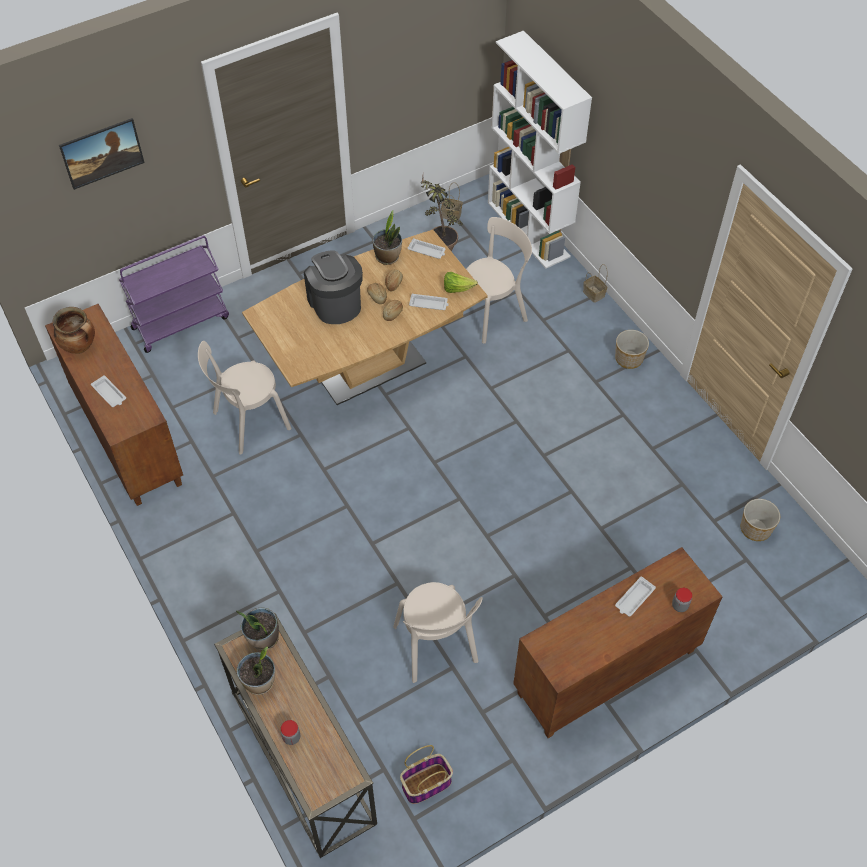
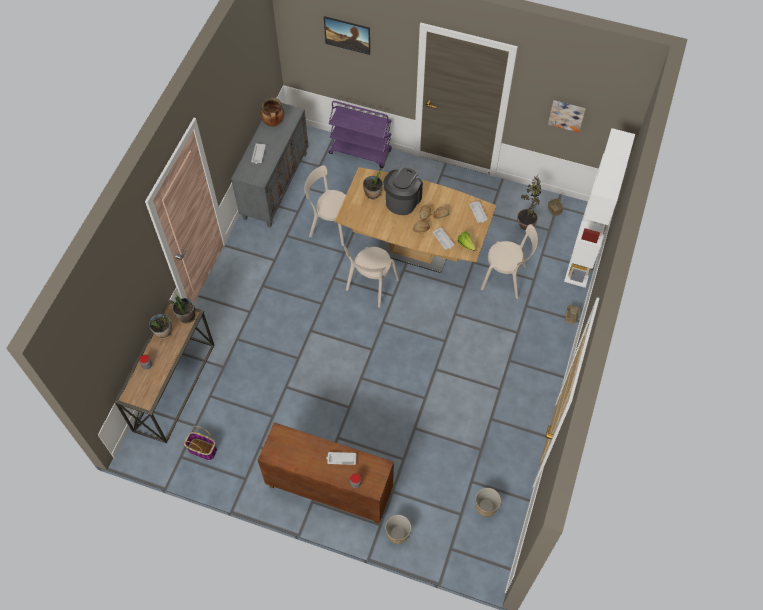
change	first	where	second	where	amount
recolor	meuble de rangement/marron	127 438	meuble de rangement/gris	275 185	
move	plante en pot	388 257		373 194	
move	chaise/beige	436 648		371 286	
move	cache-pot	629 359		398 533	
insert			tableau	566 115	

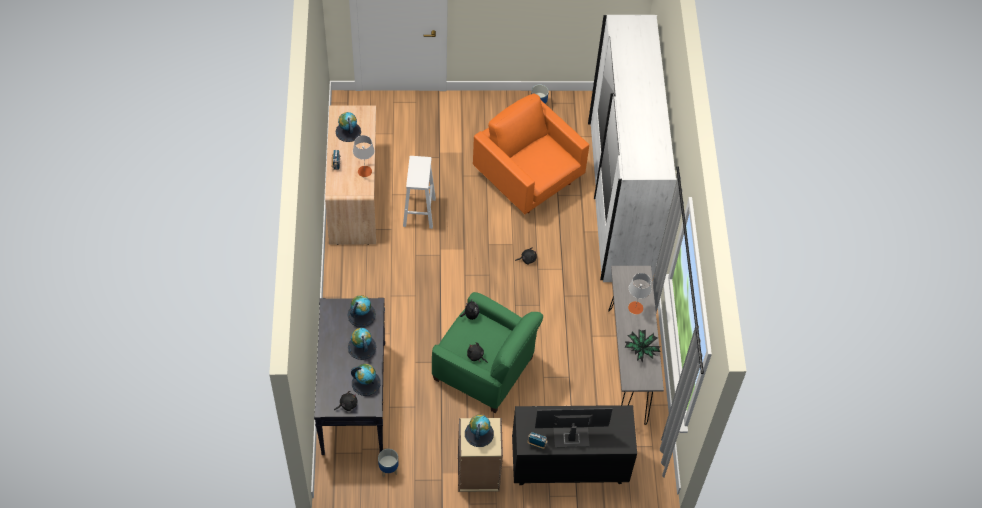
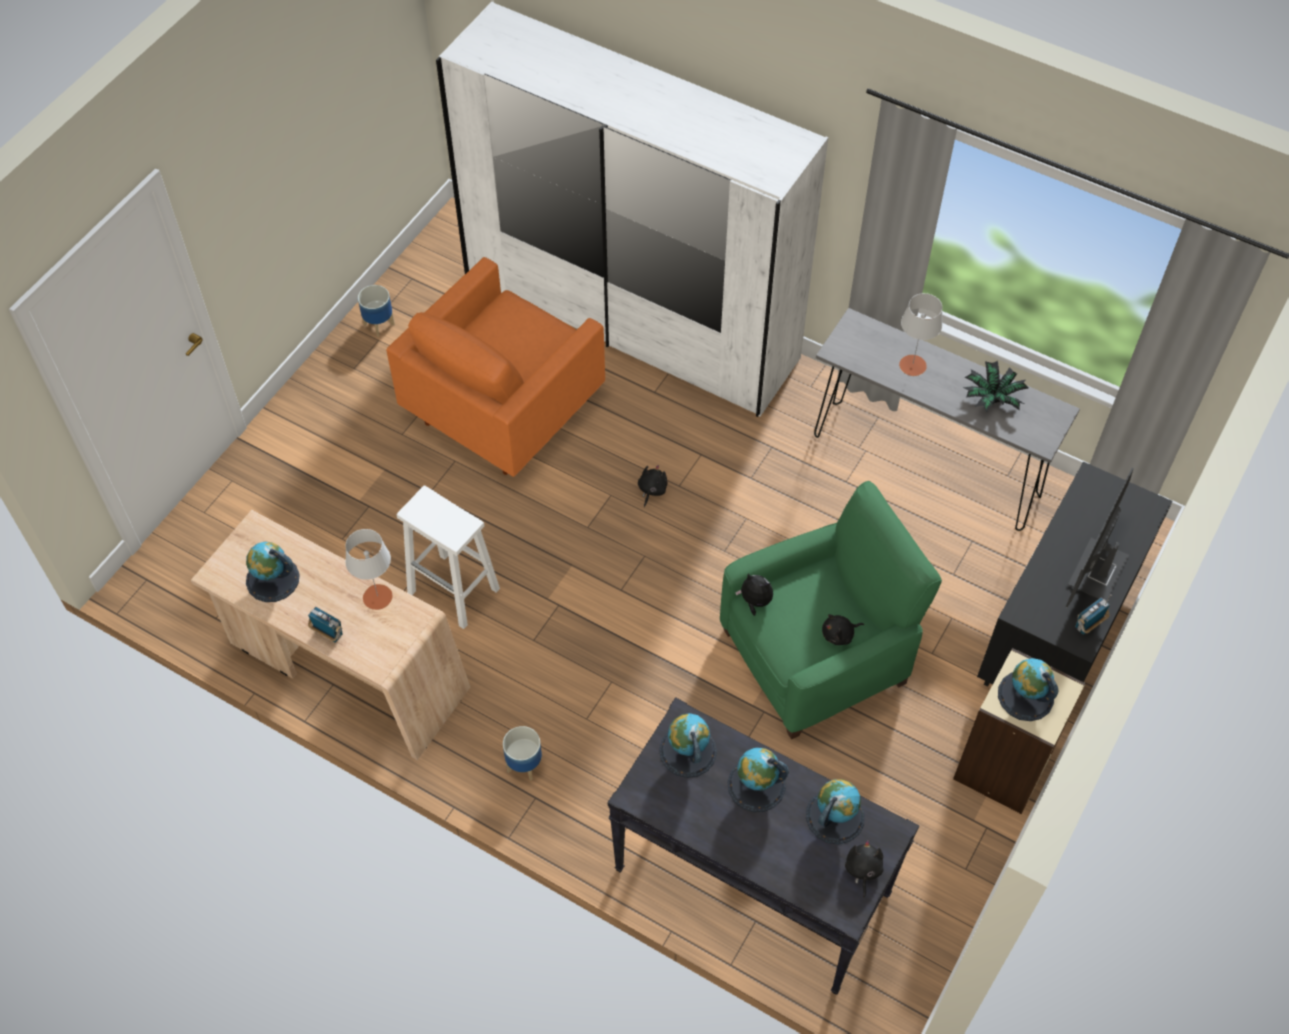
change	first	where	second	where	amount
move	cache-pot	388 469		524 764	
rotate	fauteuil/orange	529 178		504 408	45 degrees counterclockwise

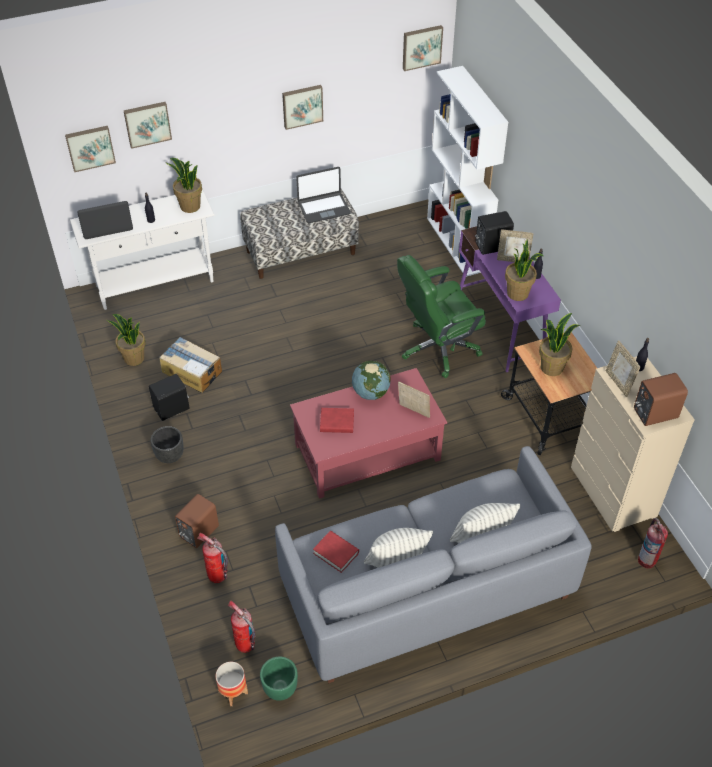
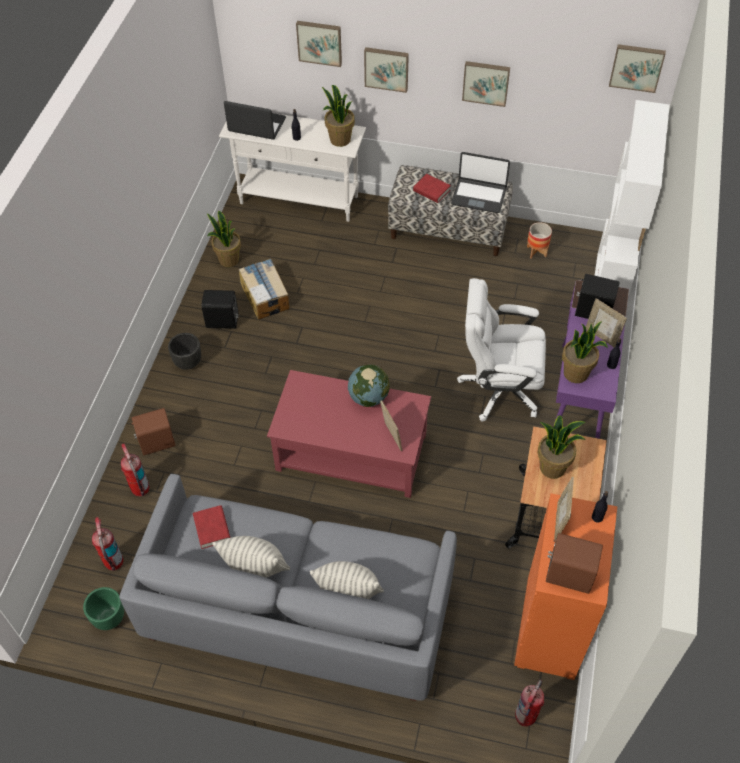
change	first	where	second	where	amount
move	tableau	90 147		386 68	
move	cache-pot	233 692		536 251	
move	livre/rouge	337 423		431 191	
recolor	chaise de bureau/vert	438 348	chaise de bureau/blanc	499 388	
recolor	commode/beige	613 493	commode/orange	550 628	

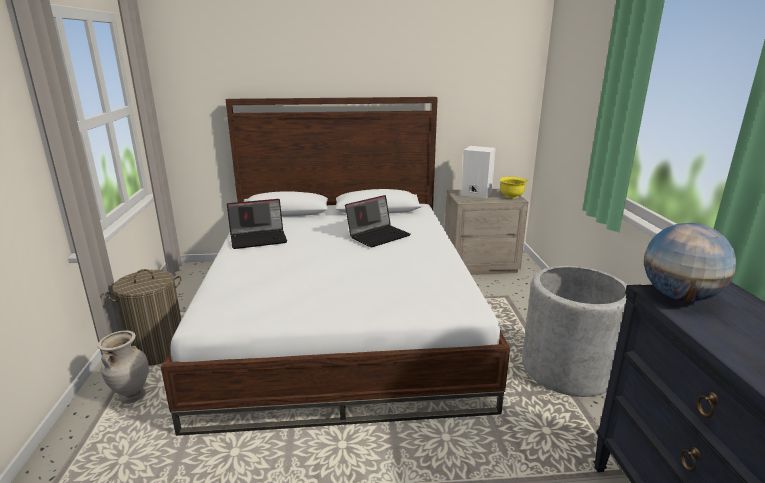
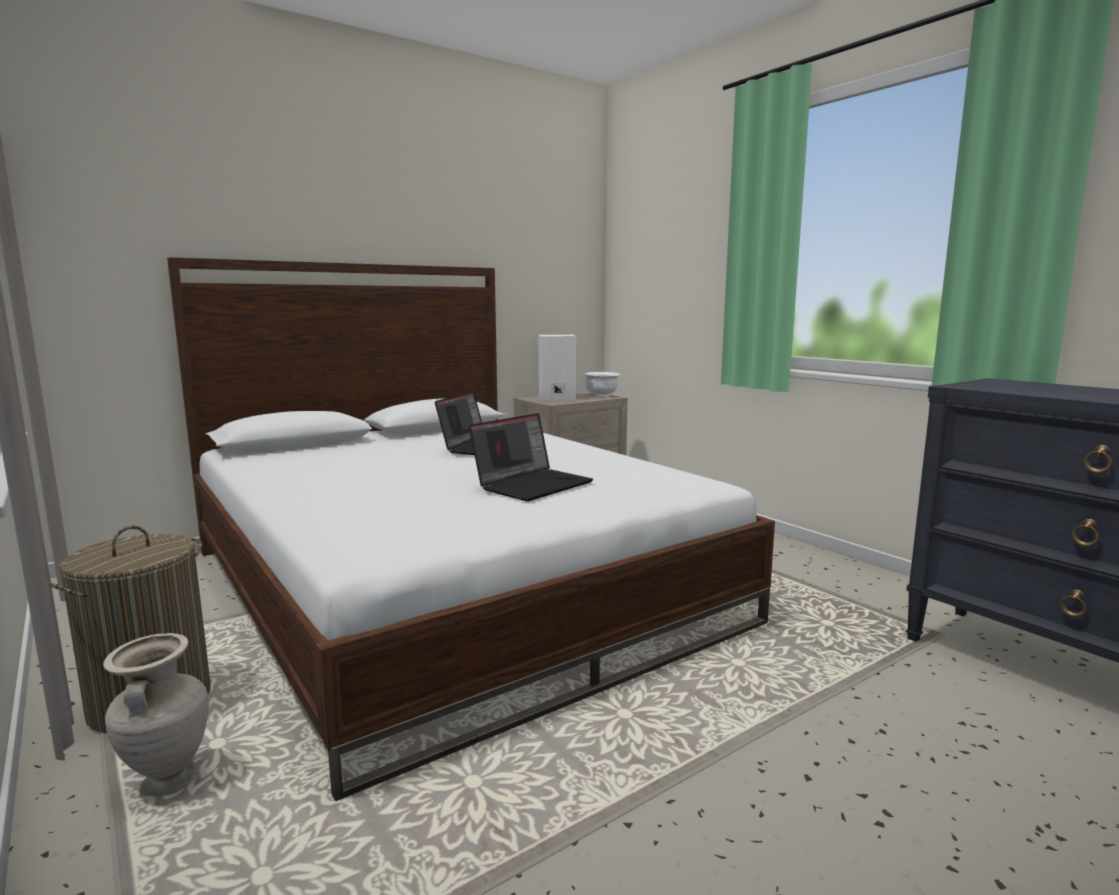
change	first	where	second	where	amount
move	ordinateur portable	259 238		533 484	
recolor	bol/jaune	511 196	bol/blanc	601 396	
delete	cache-pot/gris	567 369			
delete	globe	679 296			

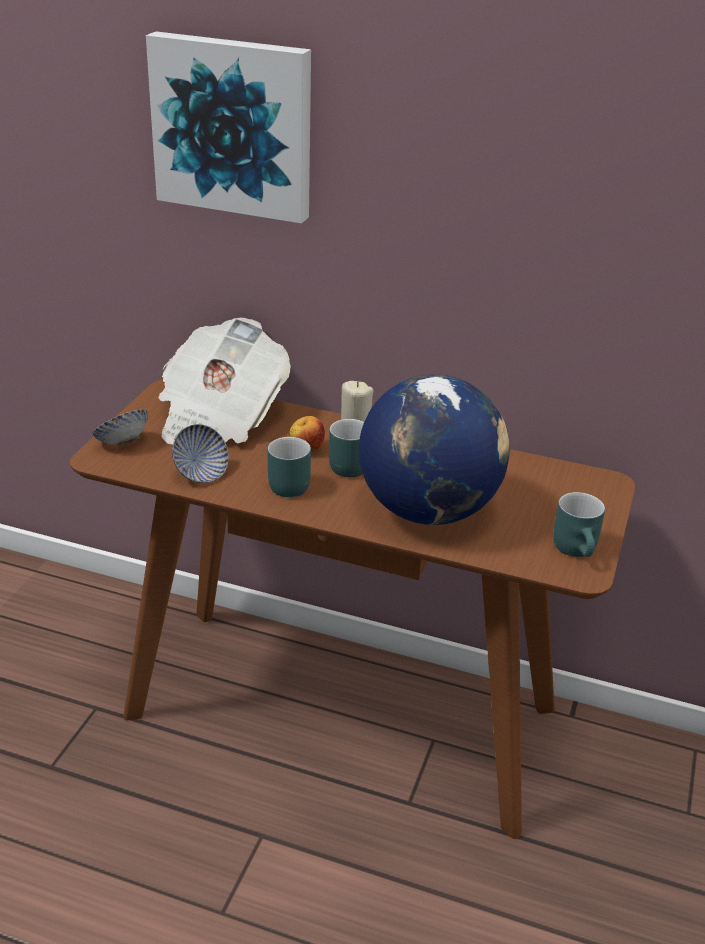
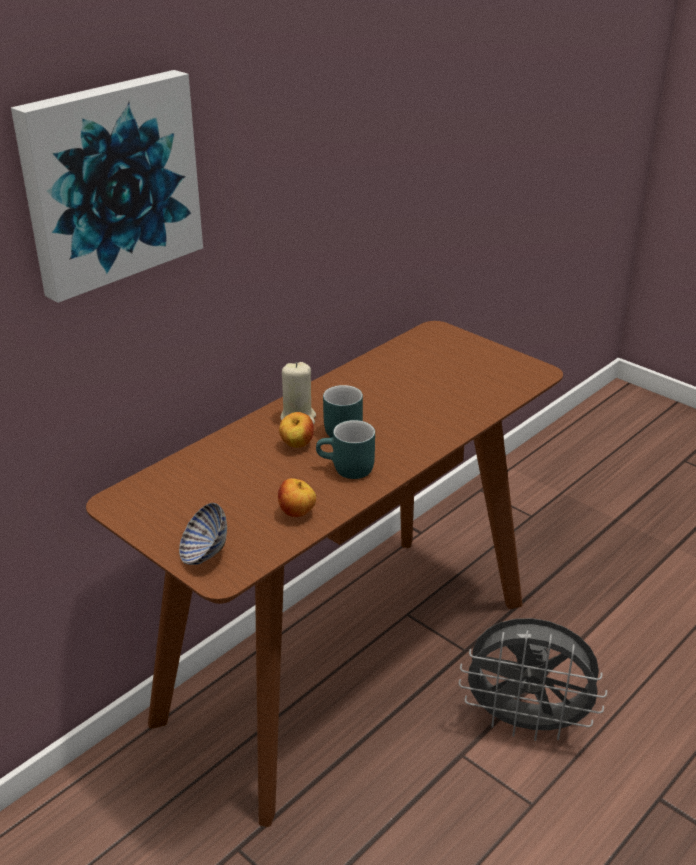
change	first	where	second	where	amount
delete	journal	219 416			
replace	bol	201 473	pomme	297 513	
delete	globe	428 510			
delete	mug/turquoise	579 550			
insert			ventilateur/gris	526 723	

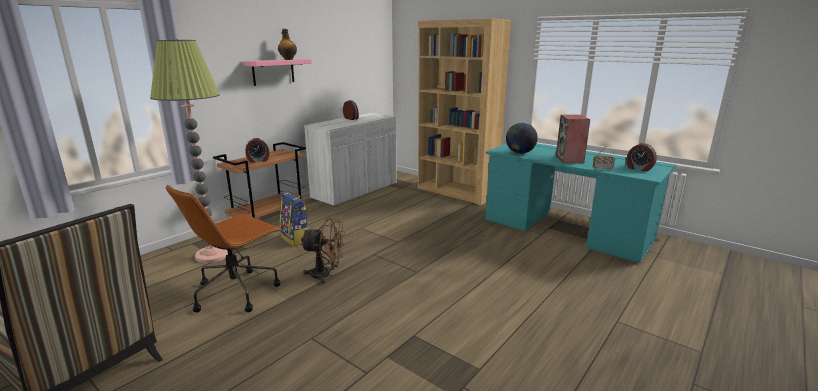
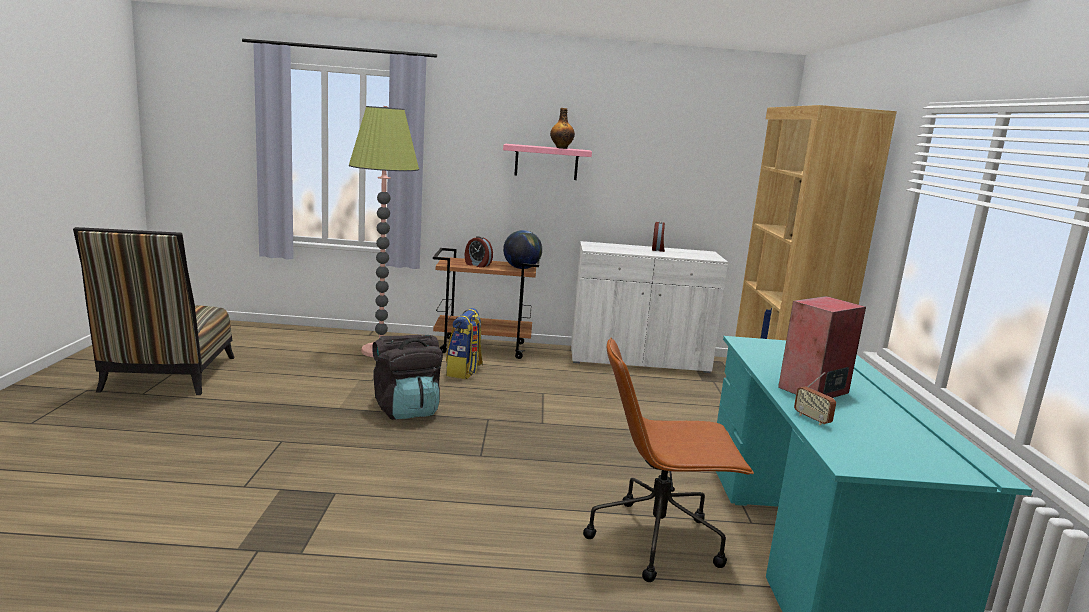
change	first	where	second	where	amount
move	chaise de bureau/marron	237 291		658 540	
replace	ventilateur/marron	326 275	sac à dos/noir	406 410	
move	globe	520 153		521 268	
delete	réveil	639 168			

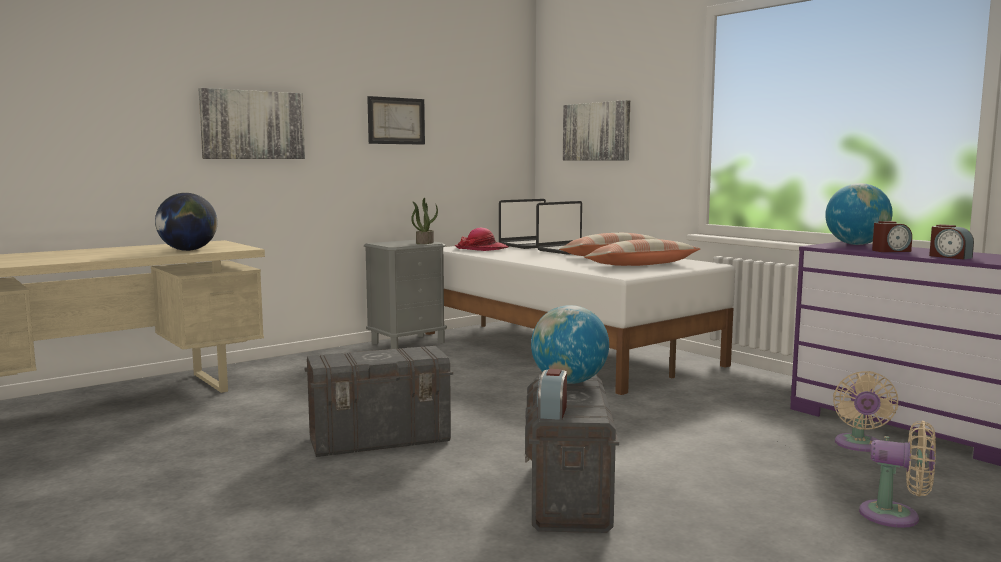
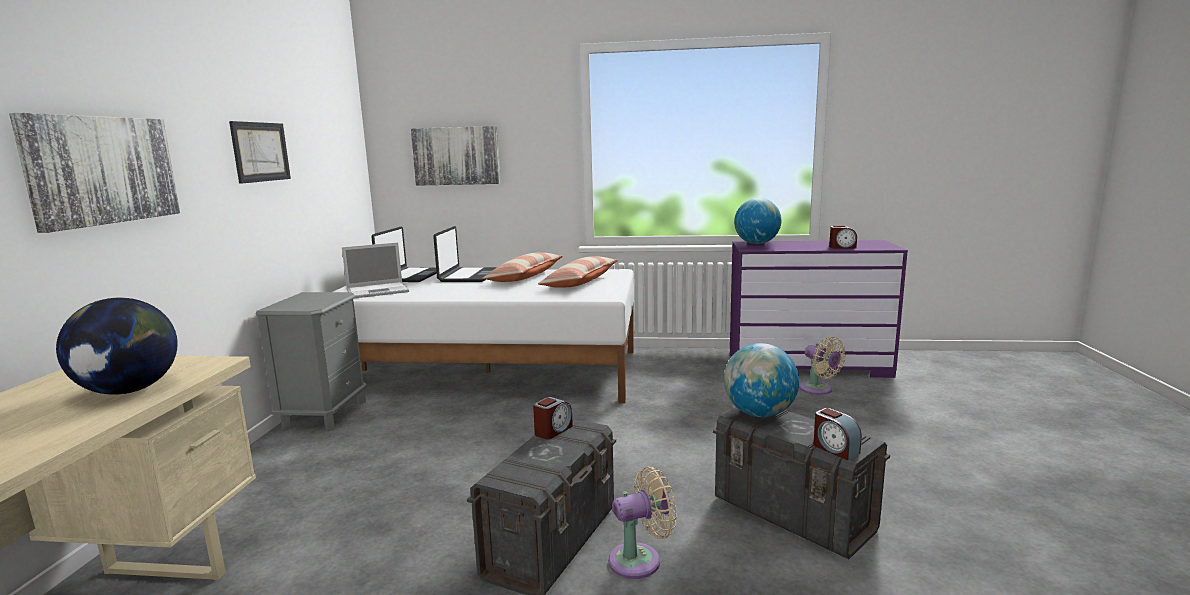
change	first	where	second	where	amount
delete	plante en pot	424 243			
replace	chapeau	481 249	ordinateur portable	379 290	
move	ventilateur/beige	896 516		640 560	
move	réveil	890 251		553 430	

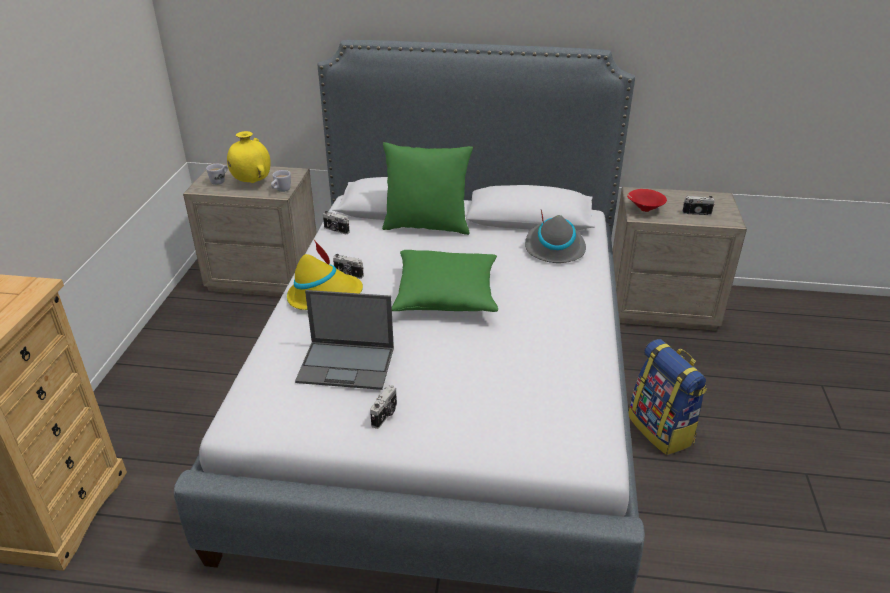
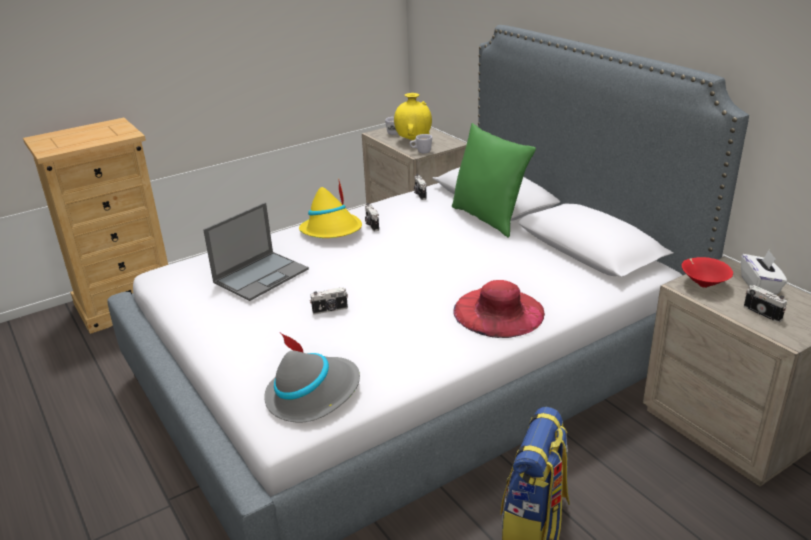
change	first	where	second	where	amount
rotate	ordinateur portable	347 365		262 275	105 degrees counterclockwise
move	appareil photo	385 415		330 310	
delete	coussin/vert	446 295			
move	chapeau/gris	554 247		313 394	
insert			chapeau/rouge	498 311	
insert			boîte à mouchoirs/blanc	760 286	

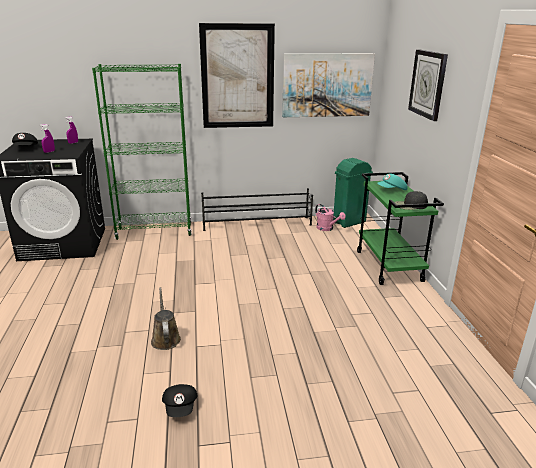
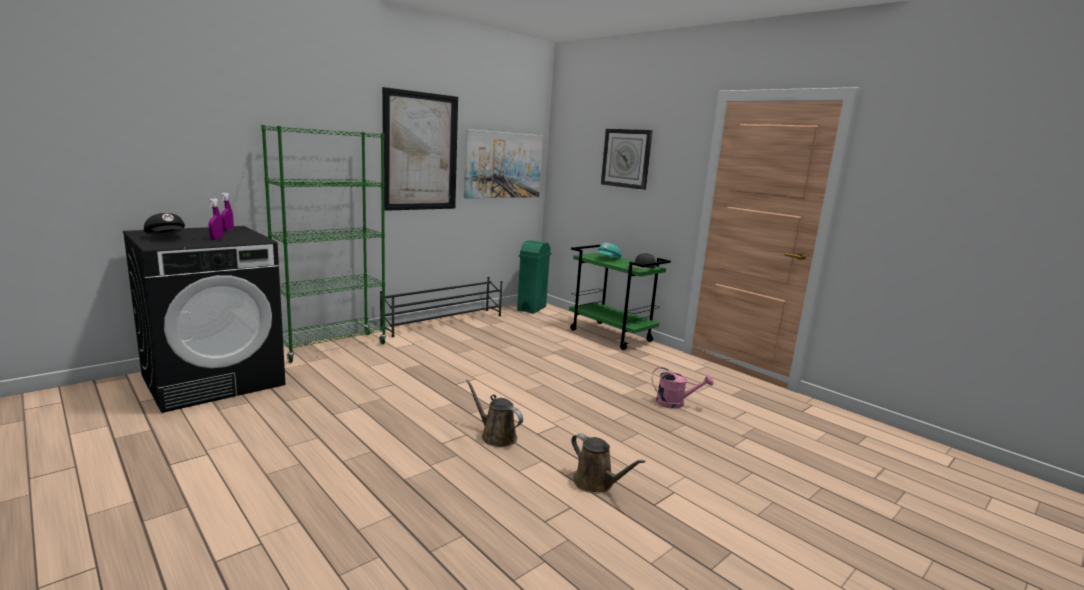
change	first	where	second	where	amount
replace	casquette/noir	181 407	arrosoir/marron	596 483	
move	arrosoir/rose	327 228		675 403	

